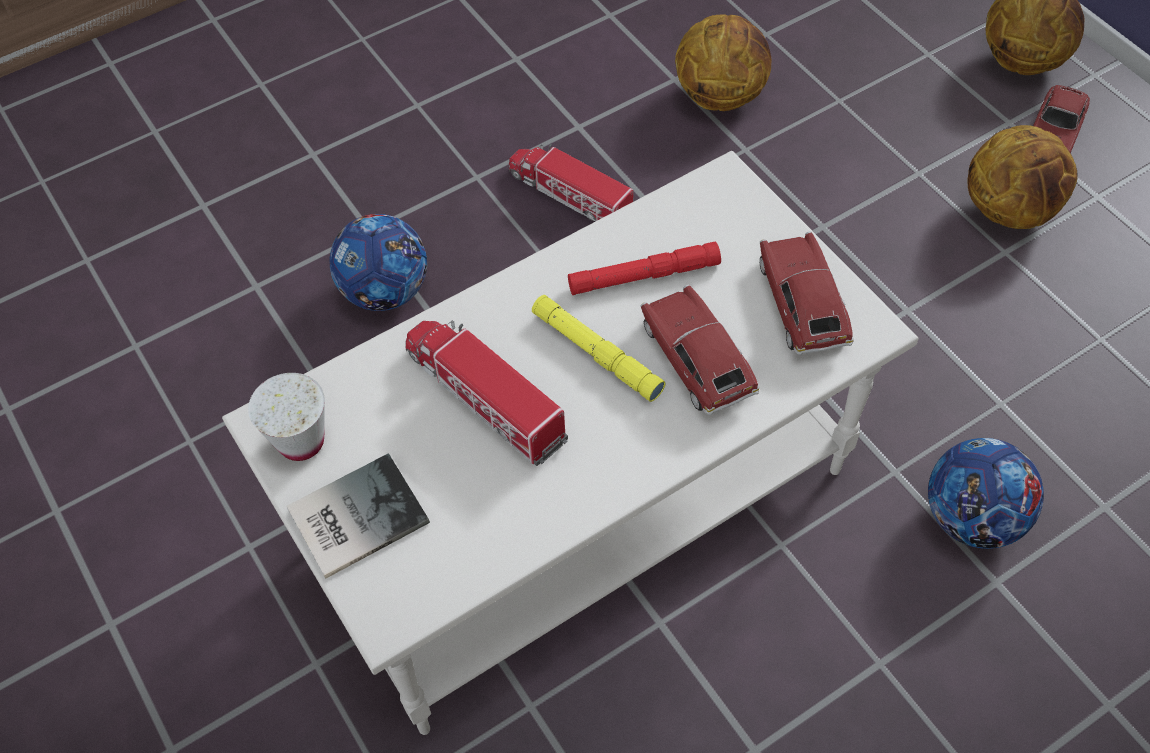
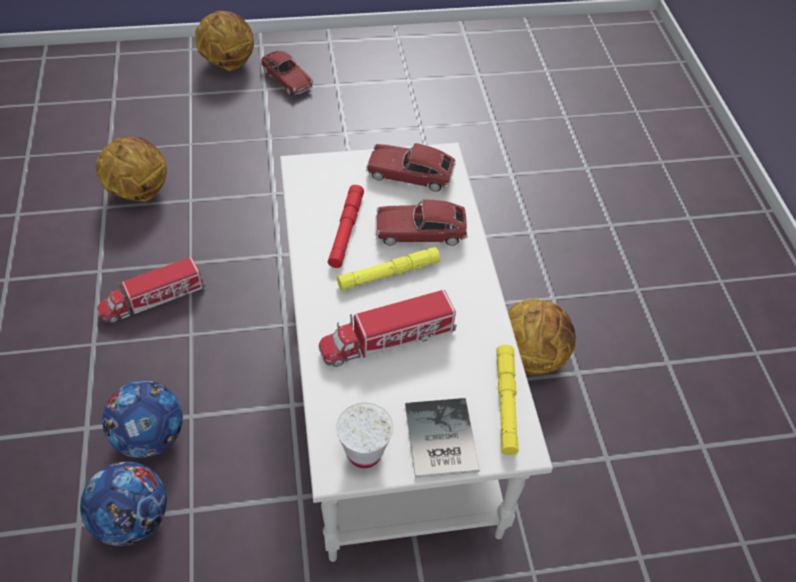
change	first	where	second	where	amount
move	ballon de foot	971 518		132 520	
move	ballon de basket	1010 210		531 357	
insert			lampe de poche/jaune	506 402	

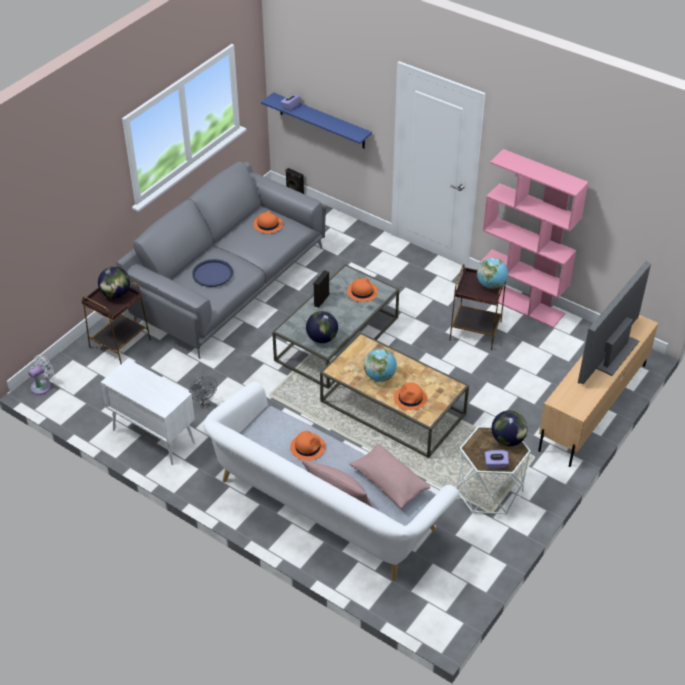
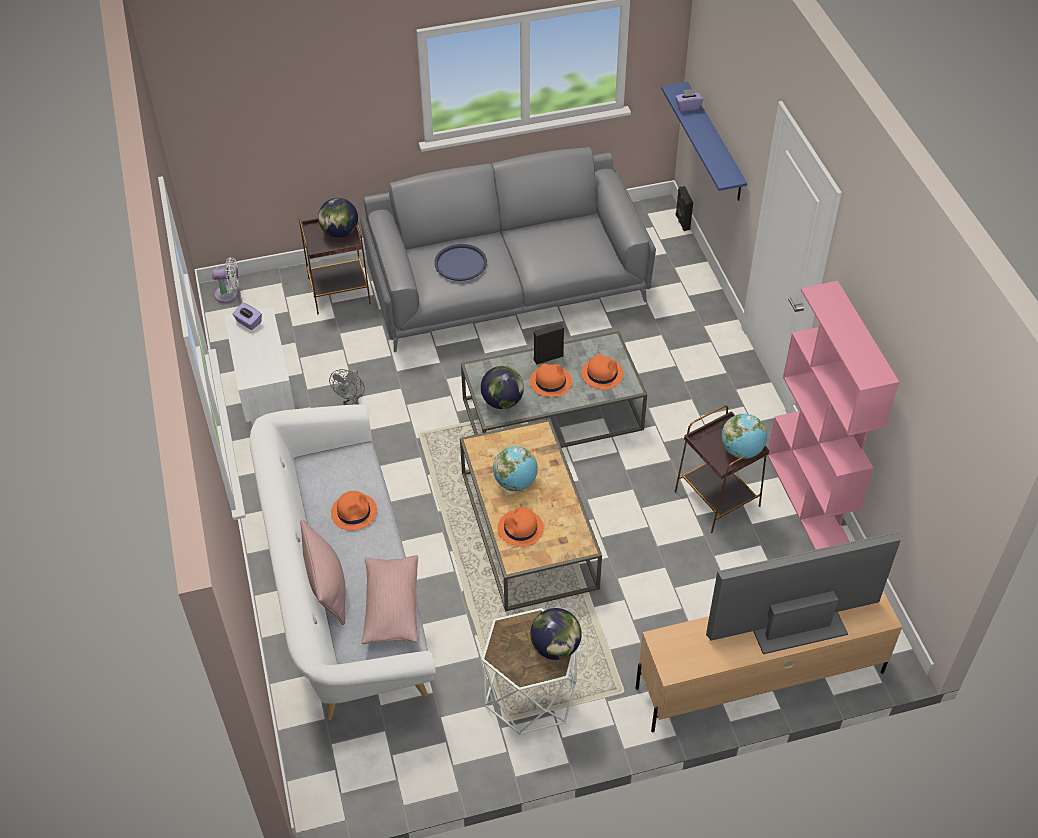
change	first	where	second	where	amount
move	chapeau/orange	267 224		550 381	
move	boîte à mouchoirs/violet	495 464		248 322	

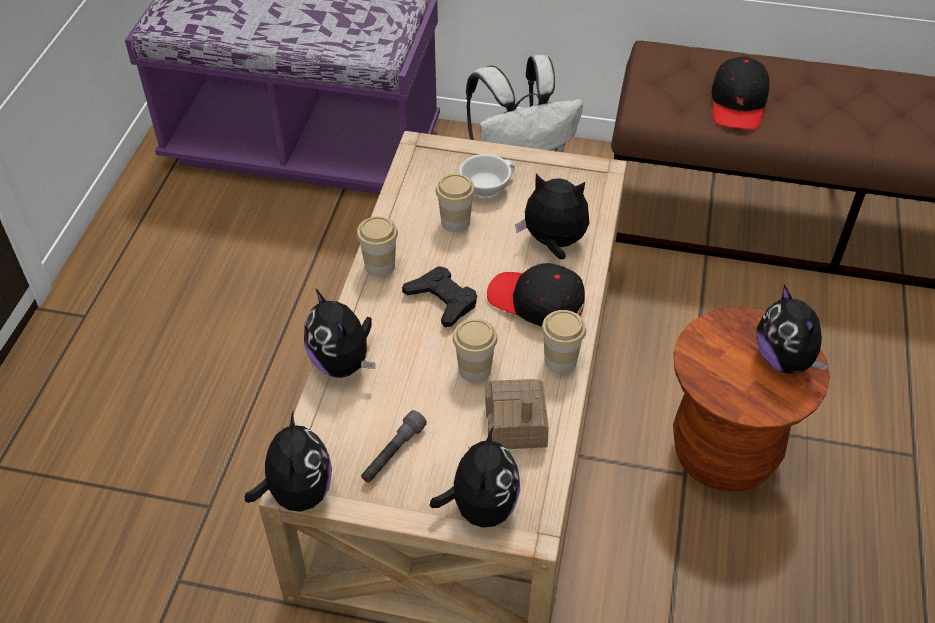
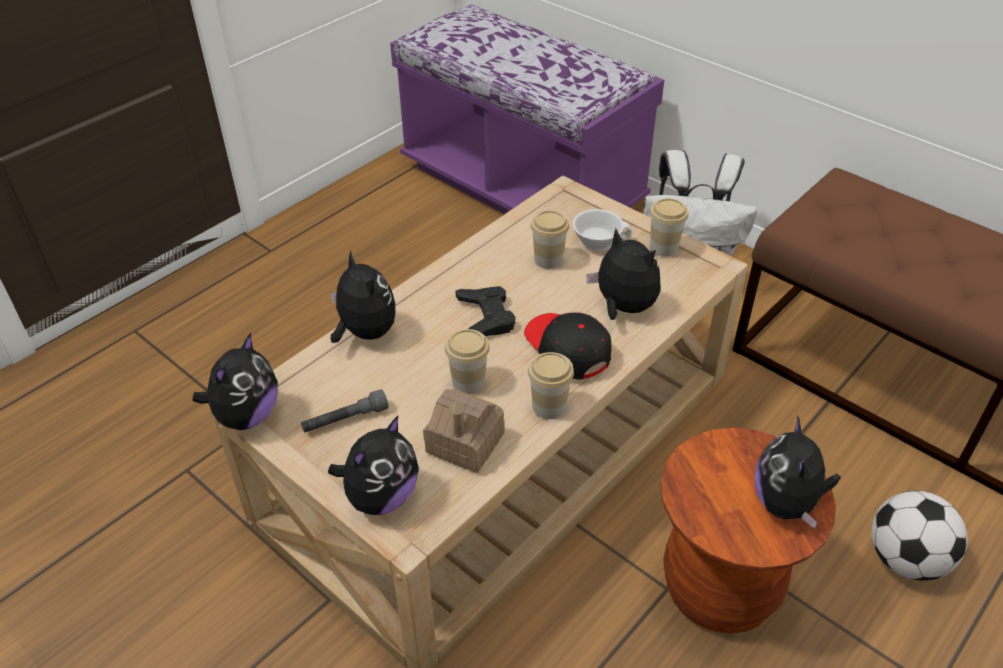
change	first	where	second	where	amount
rotate	peluche	343 363		365 332	150 degrees clockwise
move	tasse	380 265		664 247	
delete	casquette/noir	738 104			
insert			ballon de foot	905 559	

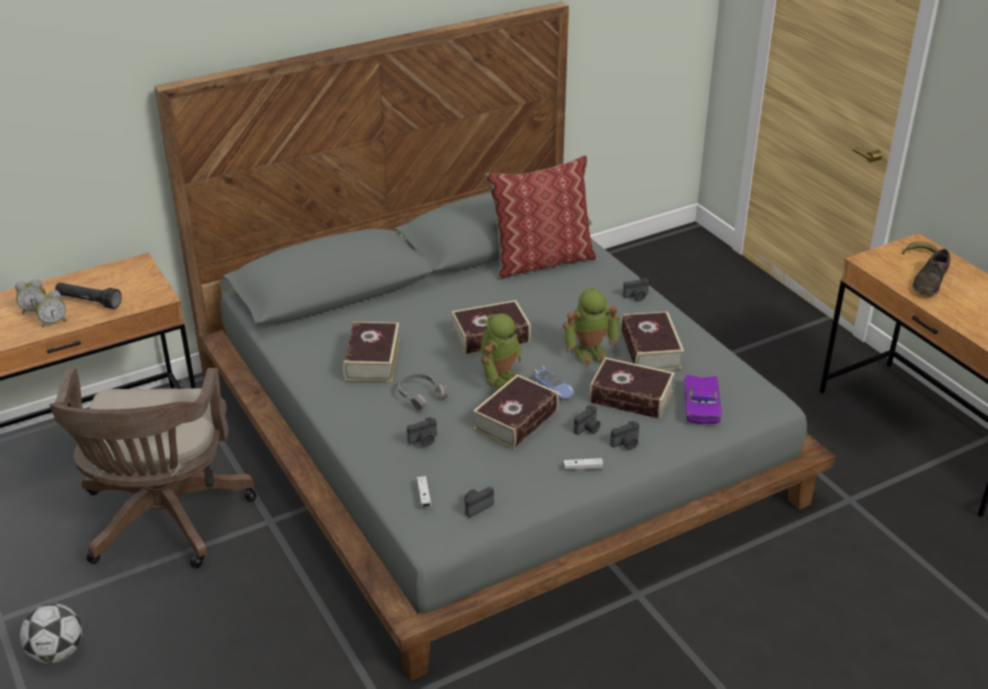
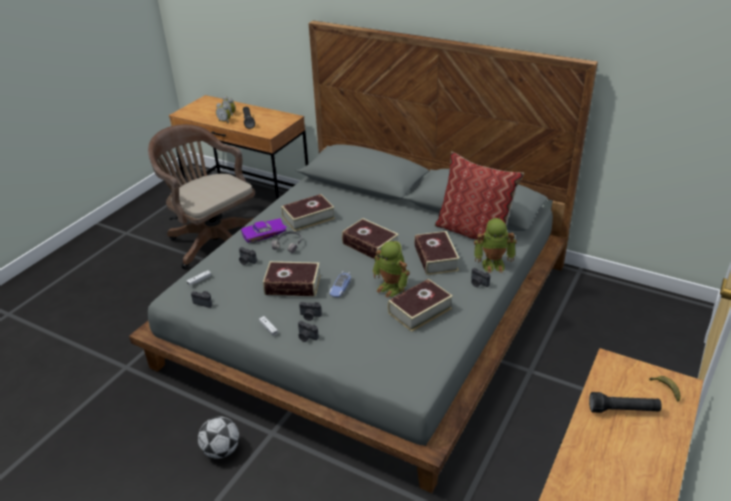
change	first	where	second	where	amount
move	ballon de foot	57 652		221 450	
rotate	chaise de bureau/marron	163 522		213 242	75 degrees clockwise
move	robot jouet	500 378		493 264	
move	livre	631 397		436 258	
move	petite voiture/violet	703 405		264 235	
replace	chaussure/marron	930 282	lampe de poche/noir	623 410	

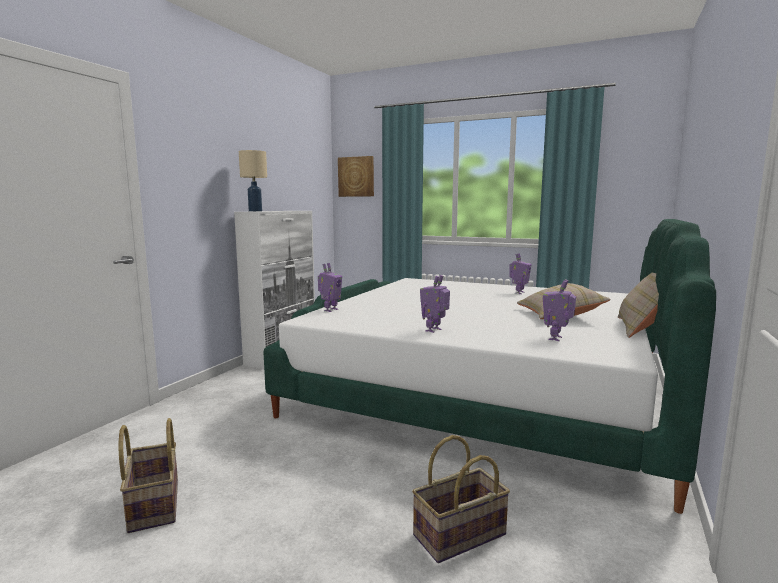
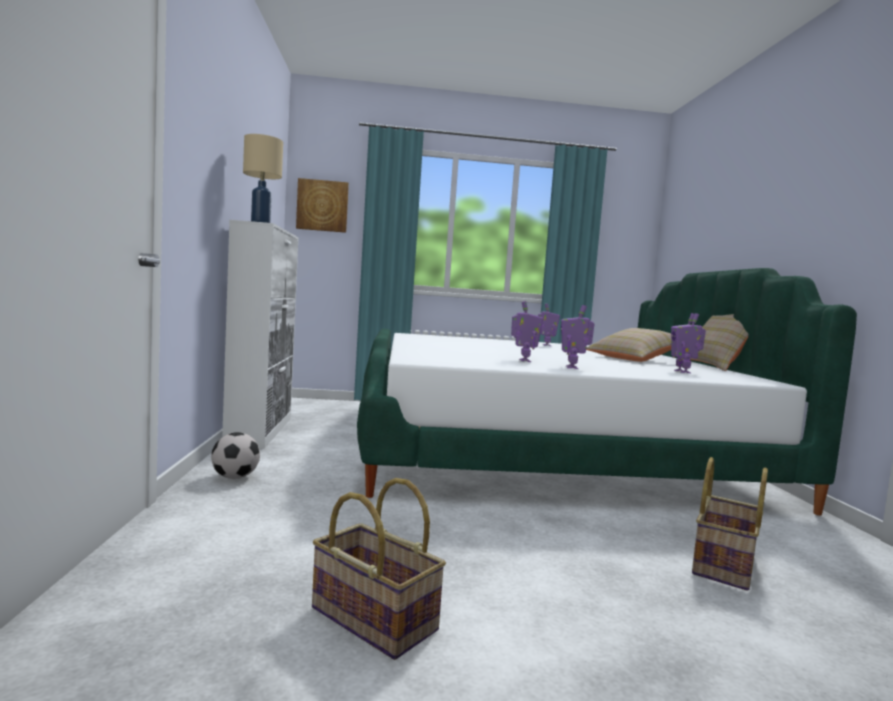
change	first	where	second	where	amount
move	robot jouet	330 310		523 360	
insert			ballon de foot	235 477	

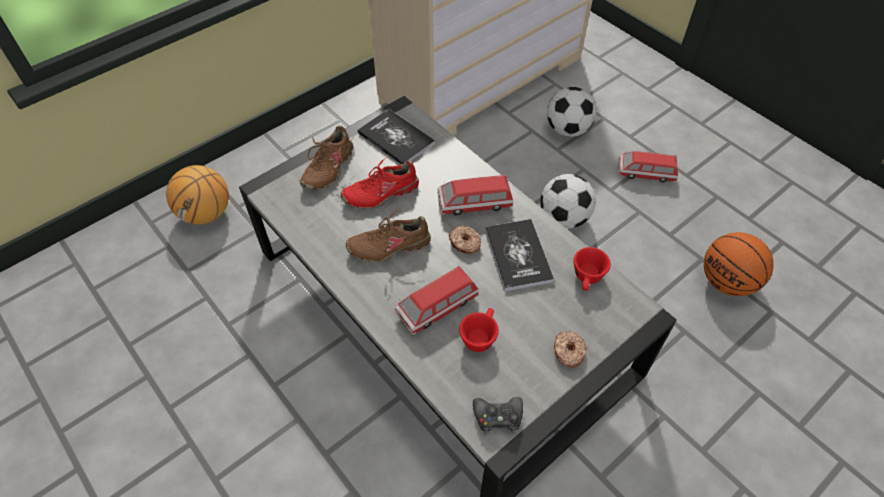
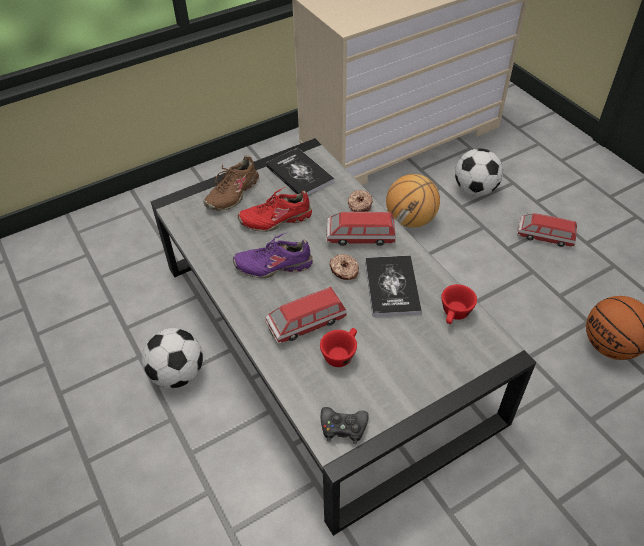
change	first	where	second	where	amount
move	ballon de basket	206 213		411 220	
recolor	chaussure/marron	389 246	chaussure/violet	273 265	
move	ballon de foot	563 218		177 374	
move	beignet	568 352		359 205	

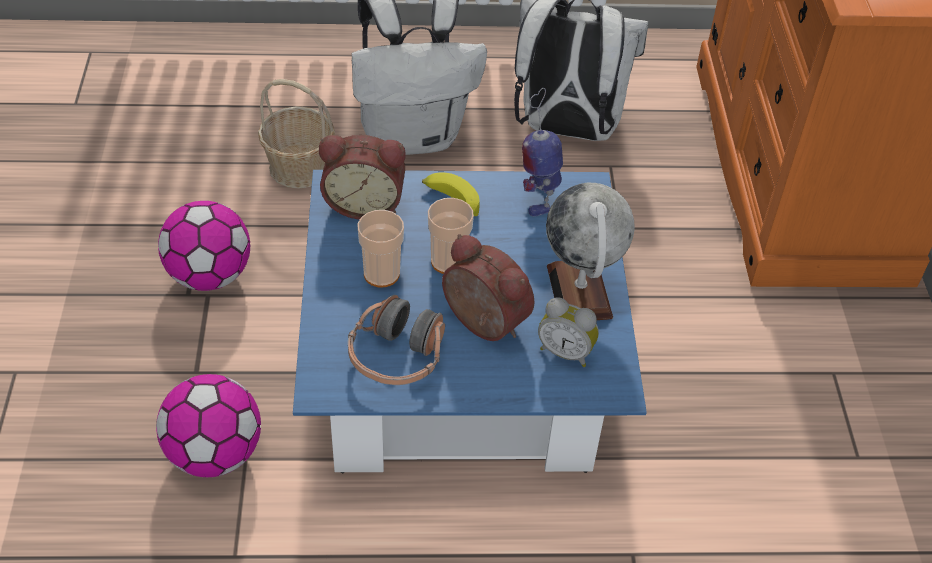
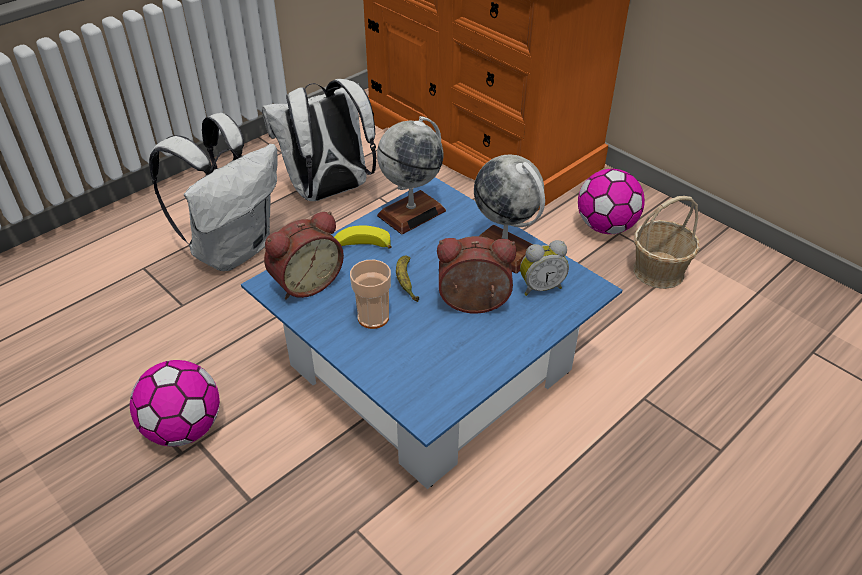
change	first	where	second	where	amount
move	ballon de foot	215 454		605 227	
move	panier	299 168		659 271	
delete	casque audio	397 356			
replace	tasse	448 261	banane	406 282	
replace	robot jouet	538 196	globe	411 213	

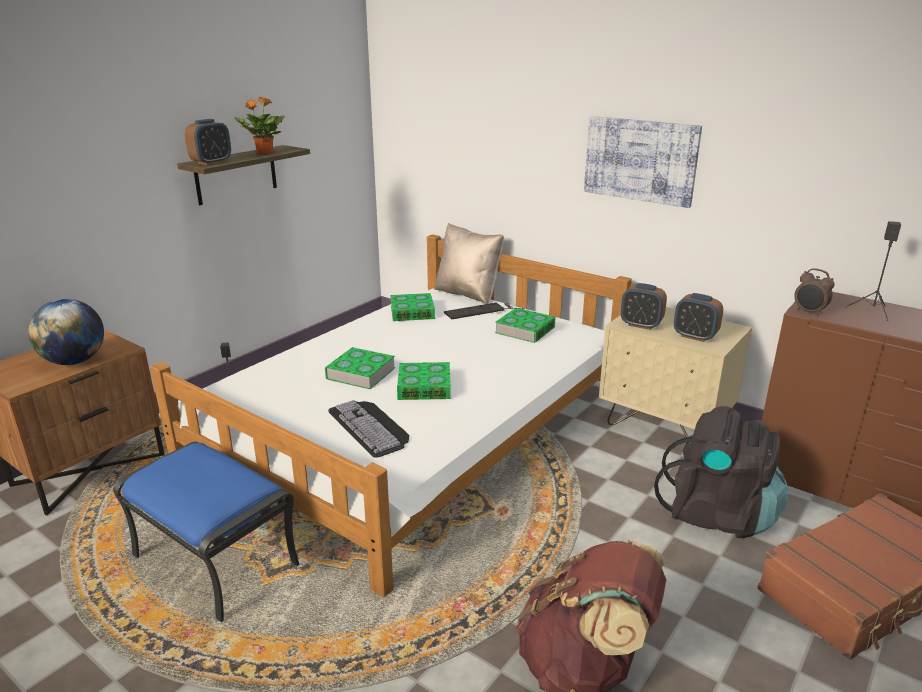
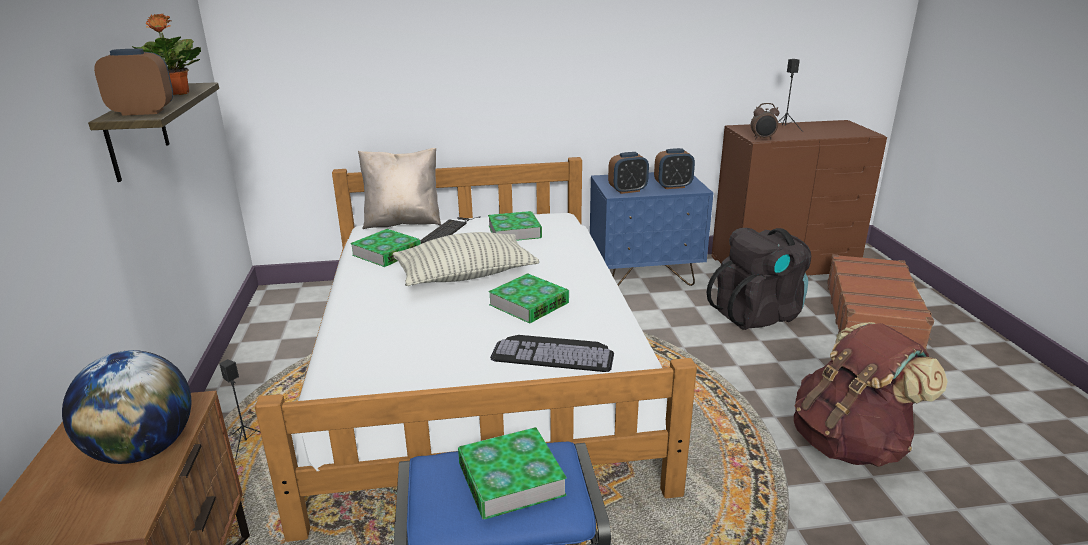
change	first	where	second	where	amount
rotate	réveil	211 162		143 112	90 degrees counterclockwise
move	livre	361 373		511 479	
delete	tableau	640 160			
recolor	table de chevet/beige	665 426	table de chevet/bleu	644 276	
insert			coussin	466 276	

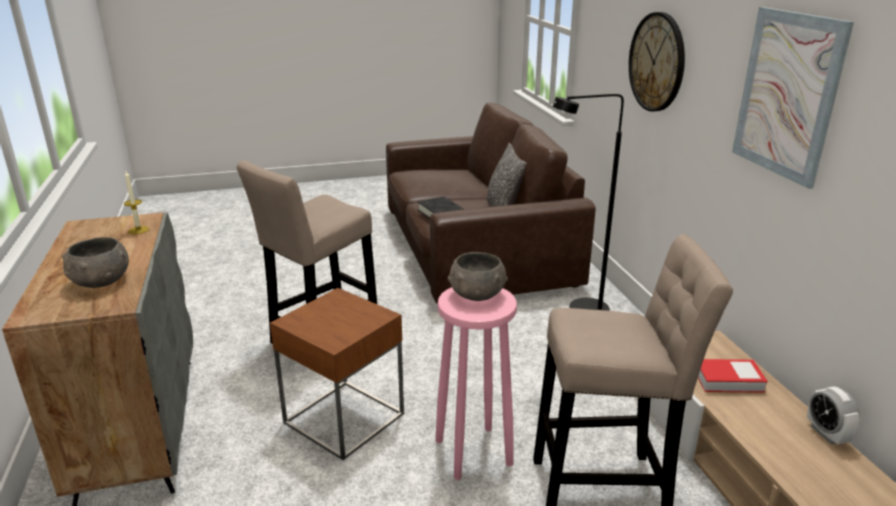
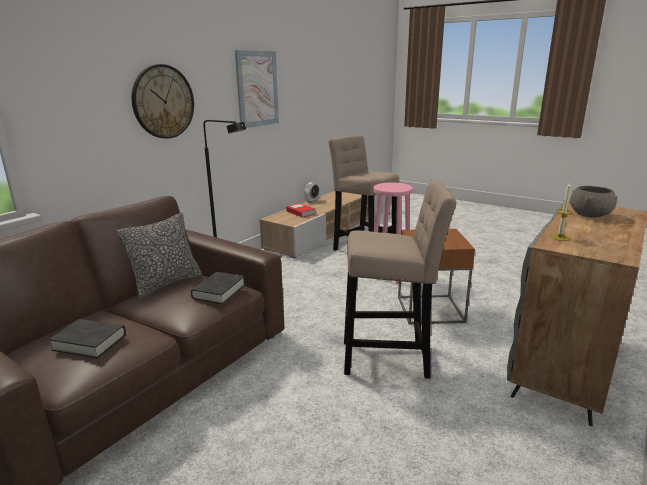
change	first	where	second	where	amount
delete	bol/gris	476 294			
insert			livre/noir	90 342	

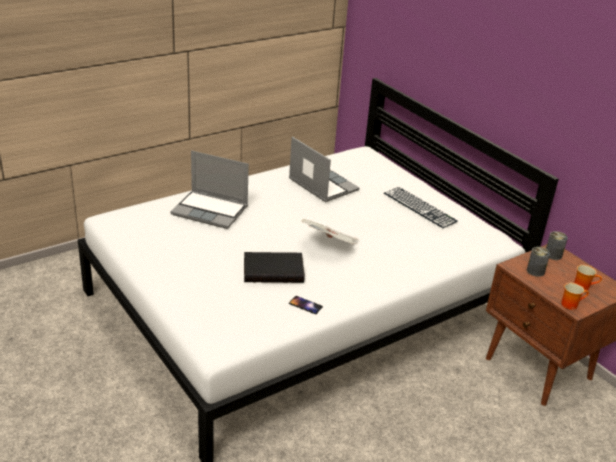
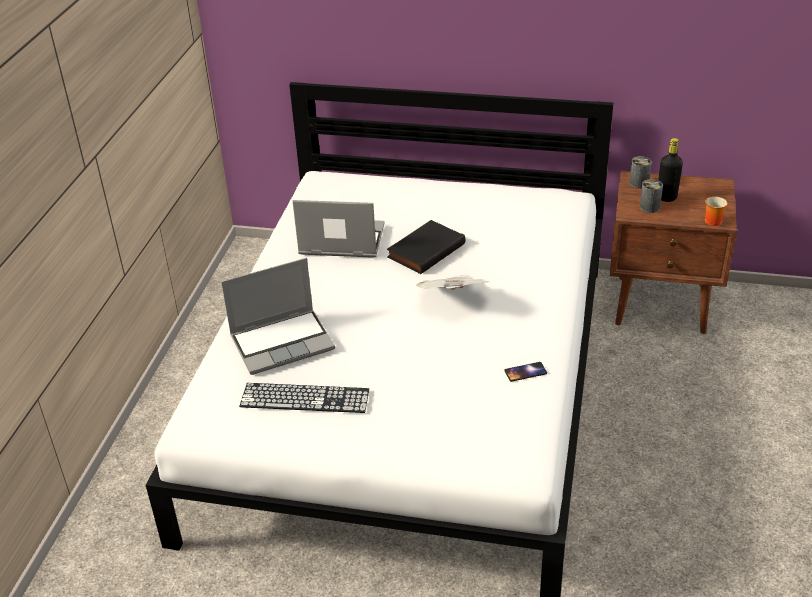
change	first	where	second	where	amount
move	livre/noir	273 270		425 250	
move	clavier	420 207		305 398	
delete	mug	583 286			
insert			bouteille/noir	666 197	

